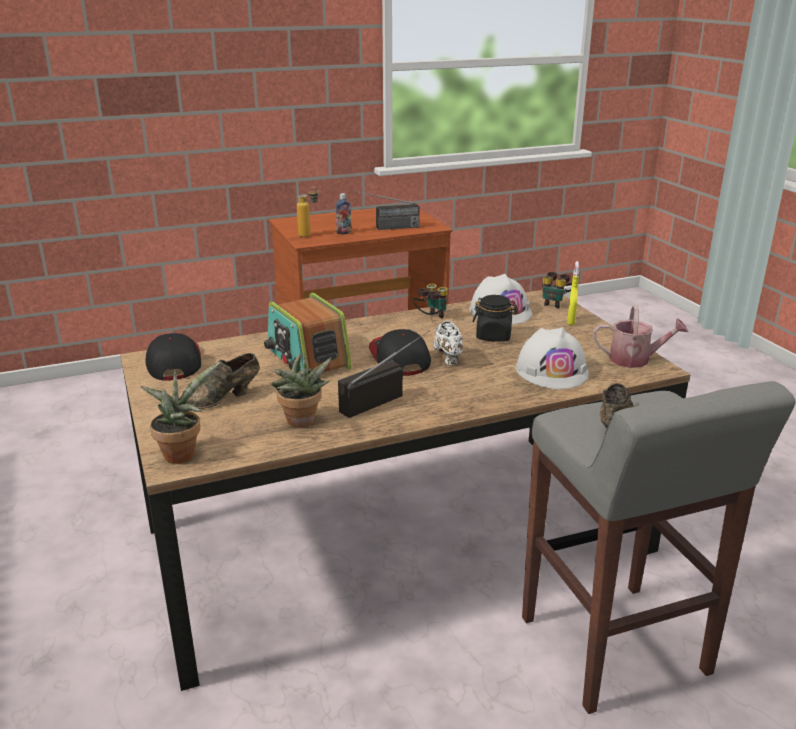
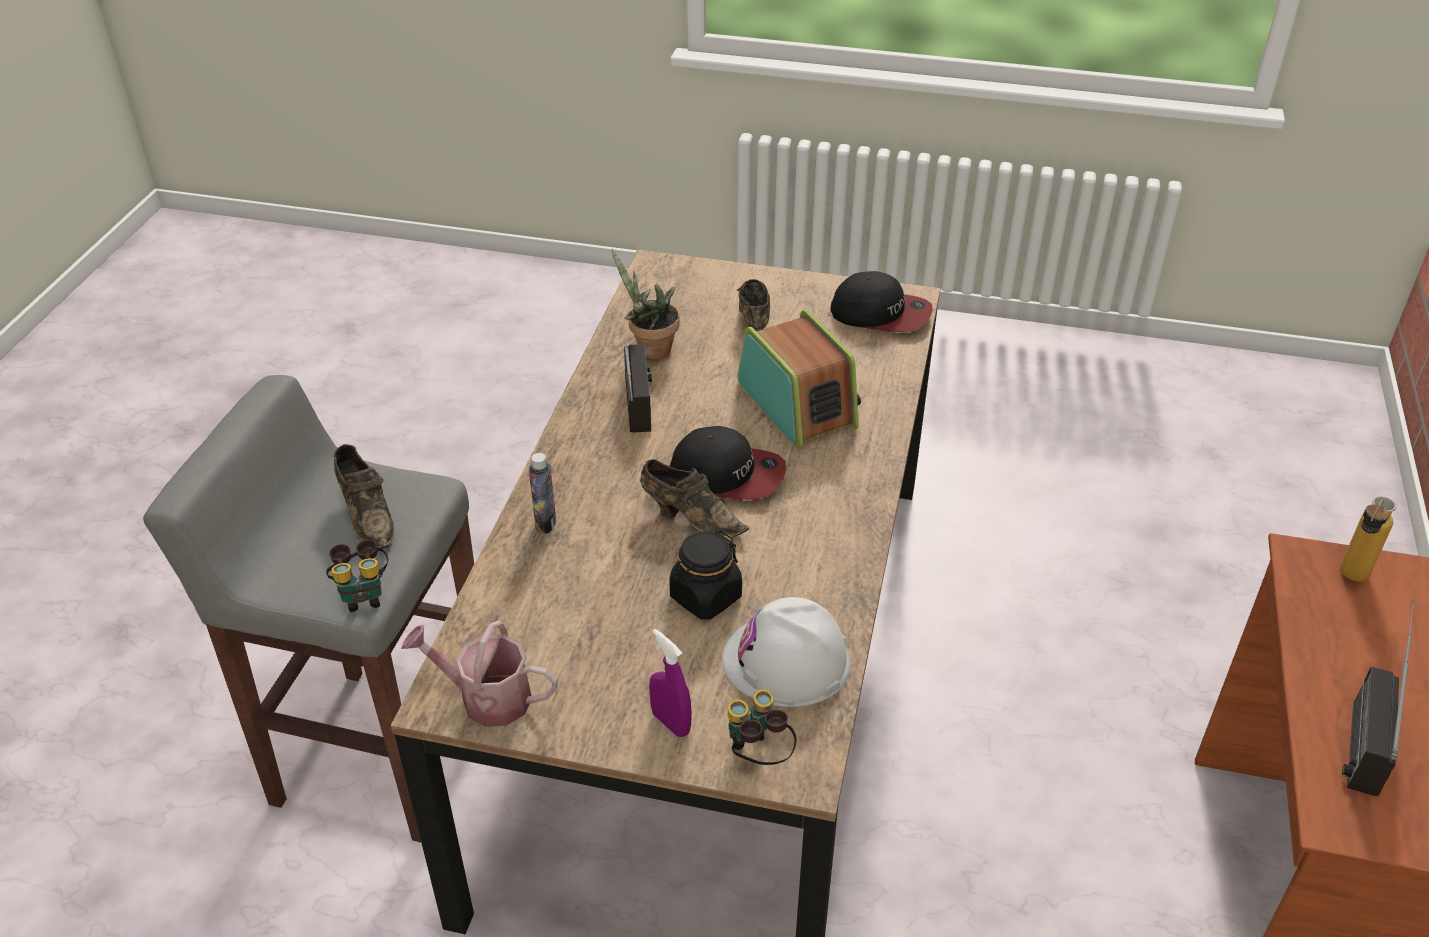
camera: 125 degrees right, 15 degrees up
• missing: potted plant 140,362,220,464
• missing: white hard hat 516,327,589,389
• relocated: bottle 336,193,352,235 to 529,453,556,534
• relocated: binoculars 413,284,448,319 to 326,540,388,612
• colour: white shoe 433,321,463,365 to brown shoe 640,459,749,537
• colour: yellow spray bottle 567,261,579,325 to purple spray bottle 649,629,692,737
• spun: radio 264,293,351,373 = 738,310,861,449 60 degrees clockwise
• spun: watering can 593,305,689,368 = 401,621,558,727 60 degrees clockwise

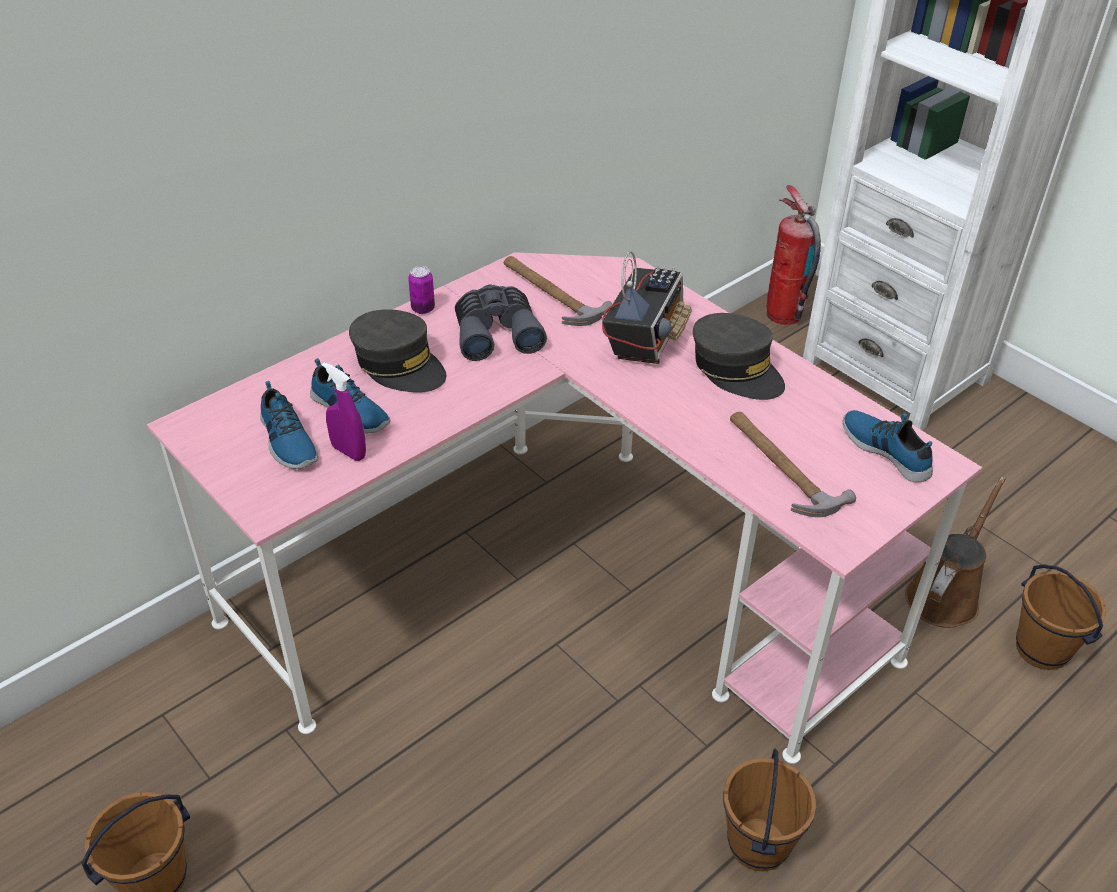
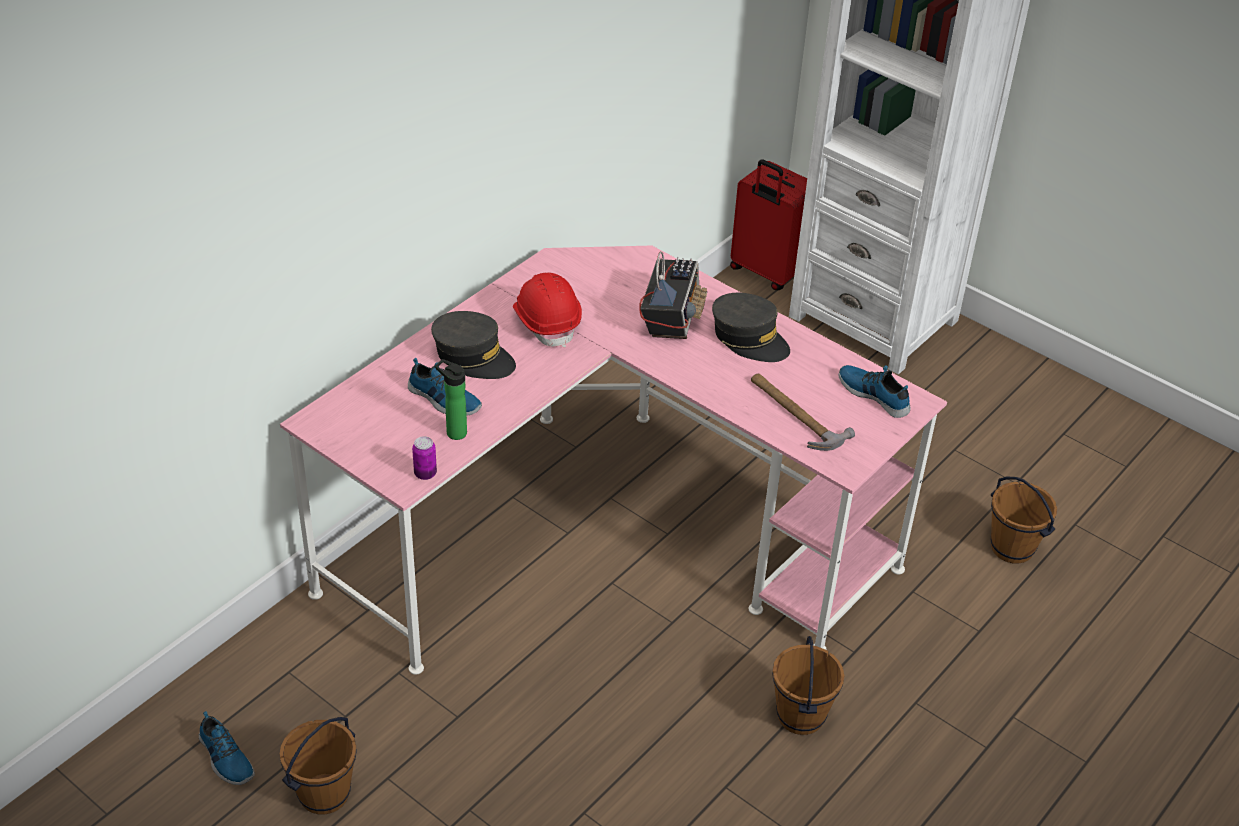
camera: 10 degrees left, 0 degrees up
• missing: hammer 504,256,612,326
• missing: brown watering can 905,477,1006,628
• relocated: shoe 260,381,319,469 to 199,711,255,785
• relocated: can 408,266,435,314 to 412,436,437,480
• exchanged: purple spray bottle 322,362,366,461 to bottle 435,359,467,440
• exchanged: grey binoculars 455,285,547,361 to red hard hat 513,272,582,348
• exchanged: fire extinguisher 766,185,821,325 to red suitcase 730,159,807,290

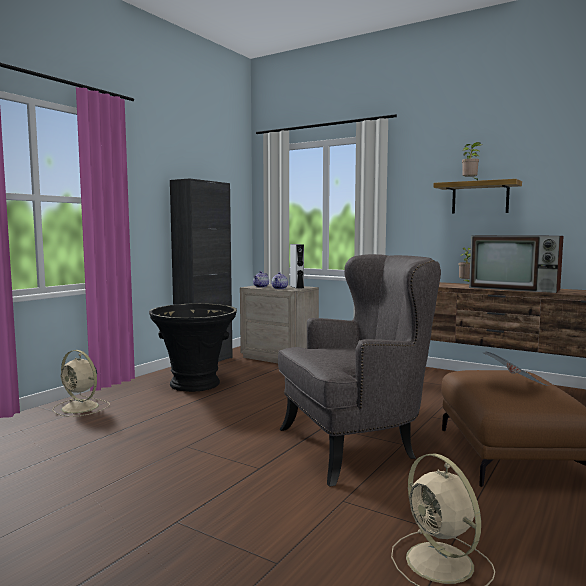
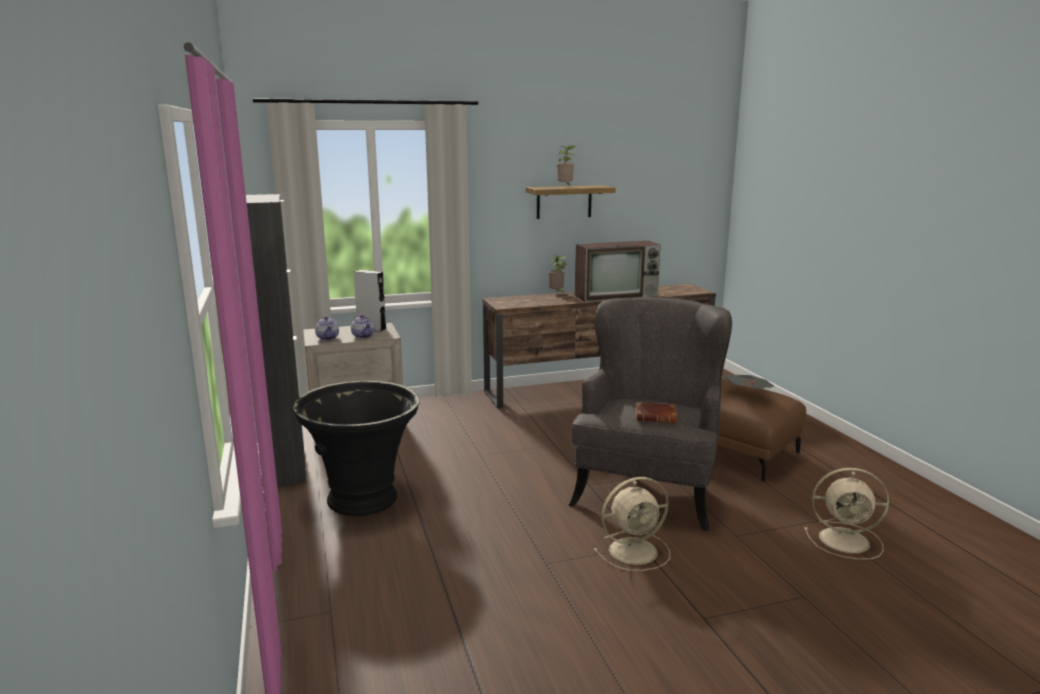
camera: 50 degrees left, 10 degrees up
• appeared: brown book 636,402,677,423
• relocated: beige fan 52,350,110,417 to 594,477,670,571

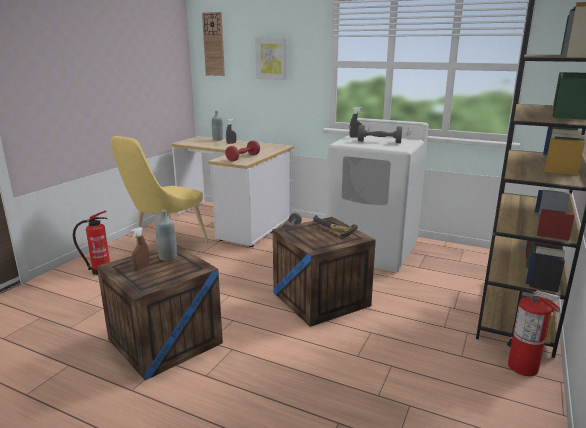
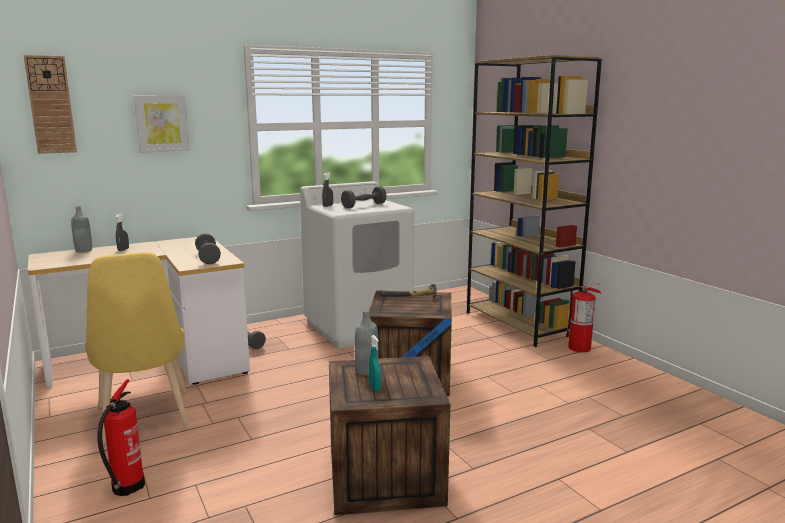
camera: 55 degrees left, 5 degrees down
• colour: brown spray bottle 131,227,150,270 to turquoise spray bottle 369,335,381,391
• colour: red dumbbell 225,141,260,162 to grey dumbbell 195,233,221,264

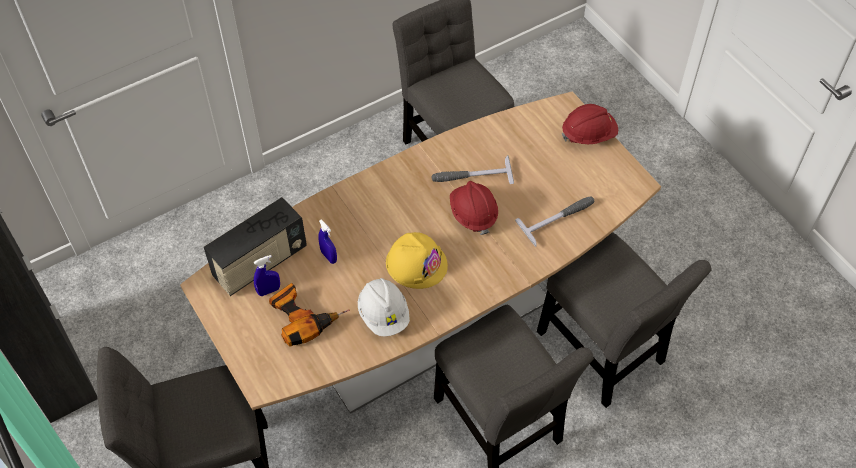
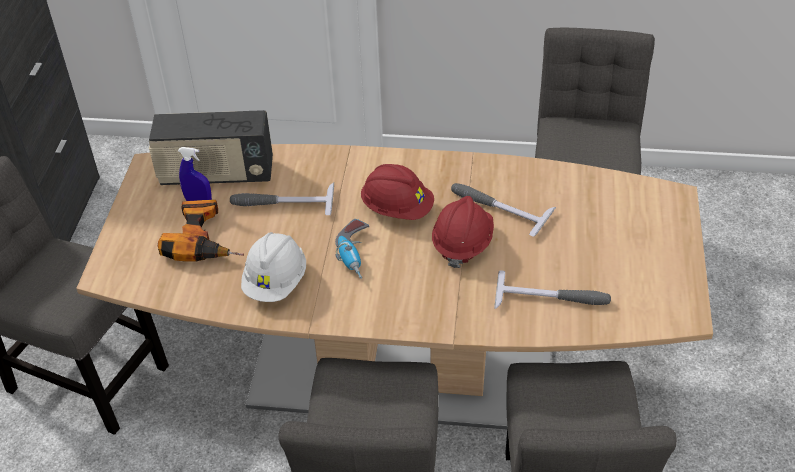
camera: 40 degrees right, 10 degrees down
• relocated: red hard hat 562,104,618,144 to 361,164,434,220
• exchanged: blue spray bottle 318,219,337,264 to hammer 230,183,334,215
• exchanged: yellow hard hat 386,232,448,289 to power drill 335,219,369,279

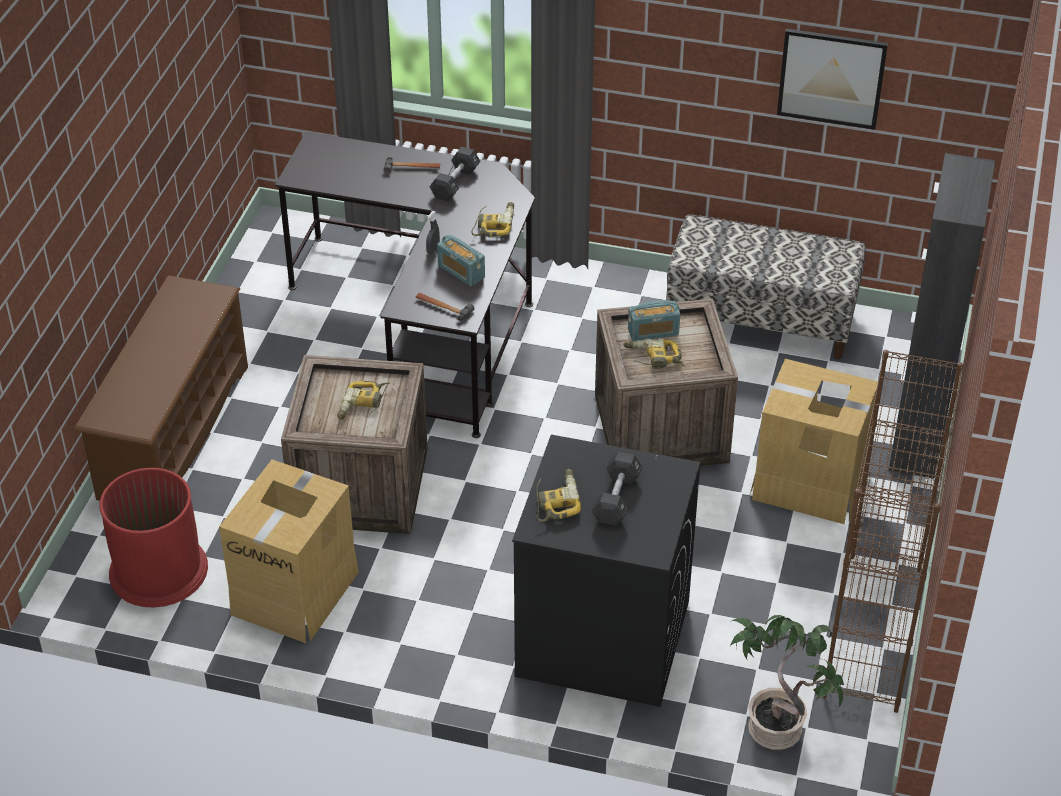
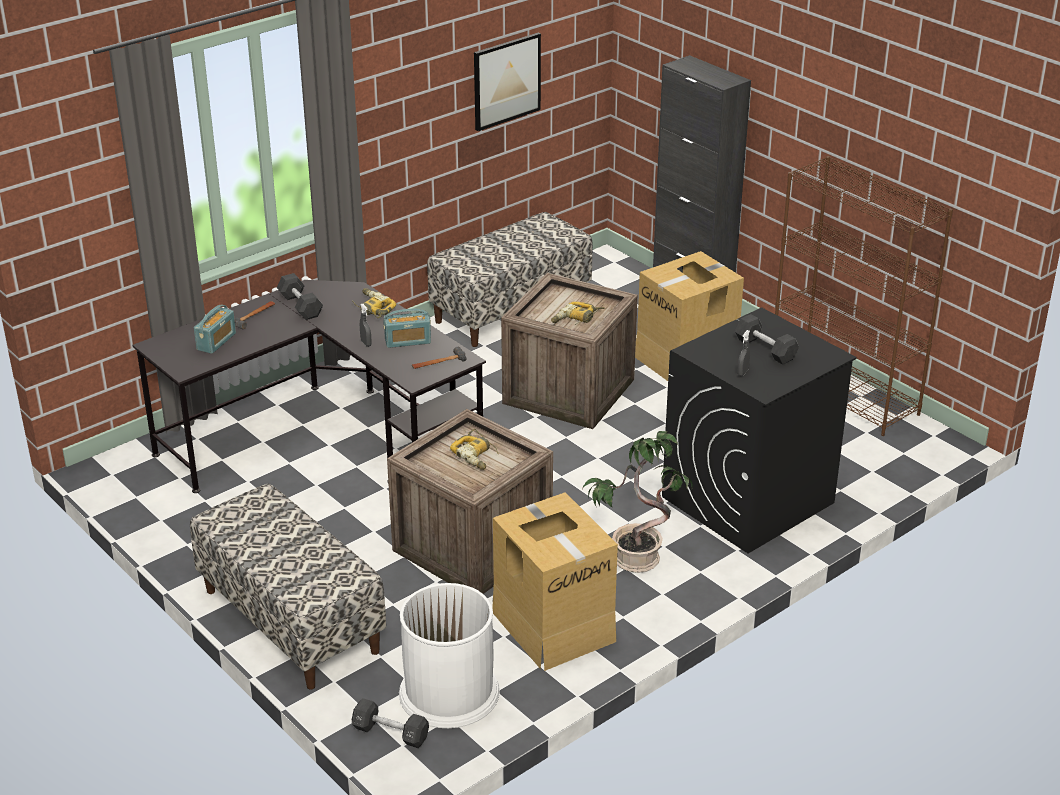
camera: 55 degrees left, 10 degrees down
• appeared: black dumbbell 352,698,429,748
• relocated: radio 628,300,680,341 to 194,305,236,354
• relocated: potted plant 730,615,844,750 to 582,431,693,573
• exchanged: brown shoe rack 74,275,248,501 to bench 190,483,386,690
• exchanged: power drill 536,469,581,522 to grey spray bottle 737,330,750,376
• colour: red trash can 99,468,208,607 to white trash can 399,583,500,728

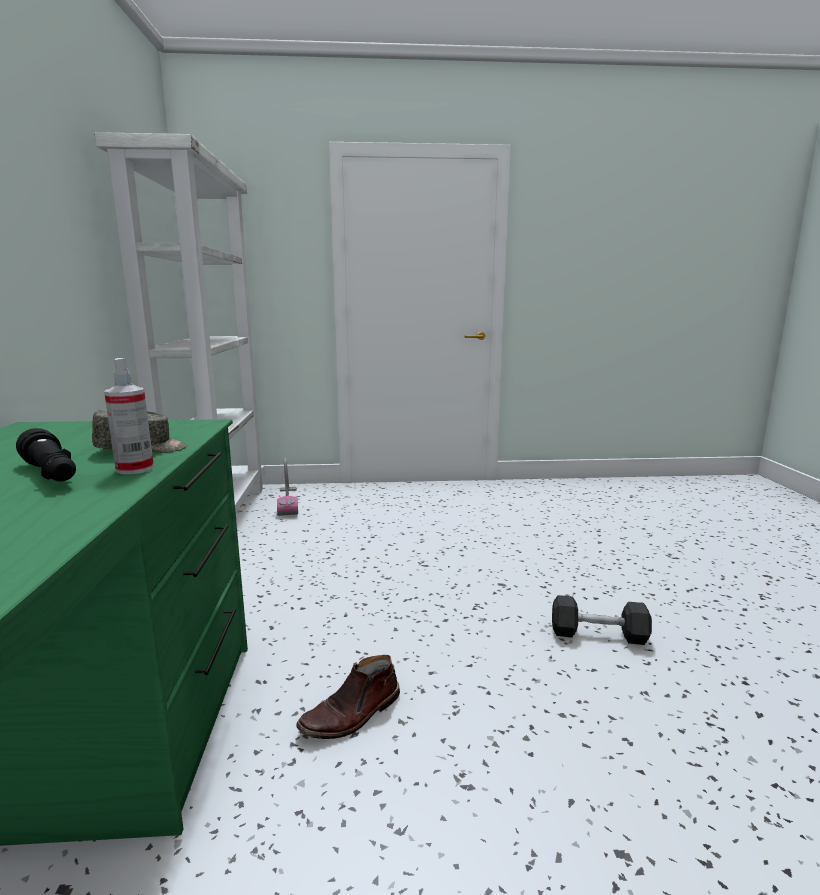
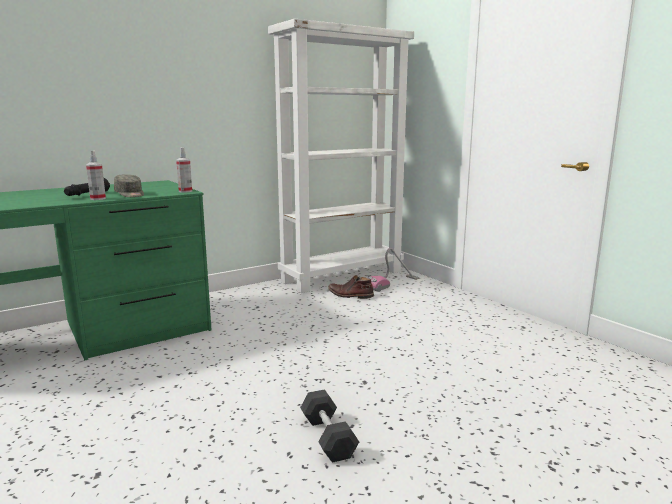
camera: 60 degrees right, 0 degrees up
• appeared: spray bottle 176,147,192,193
• relocated: brown boot 296,655,400,739 to 328,275,374,299

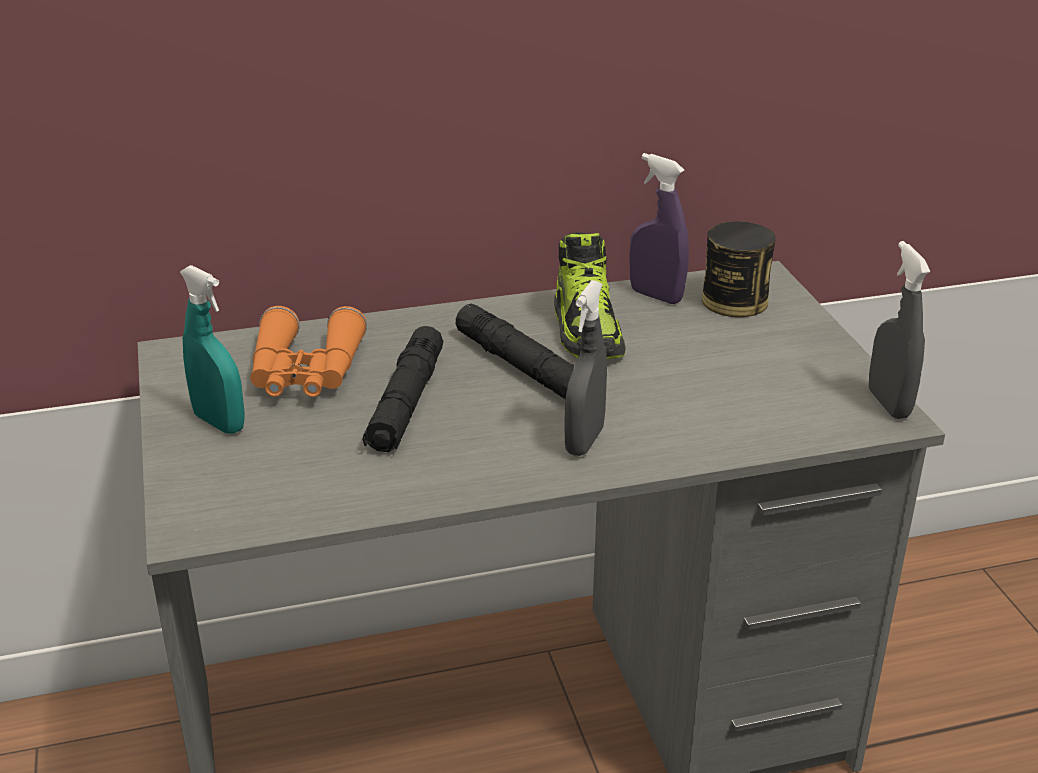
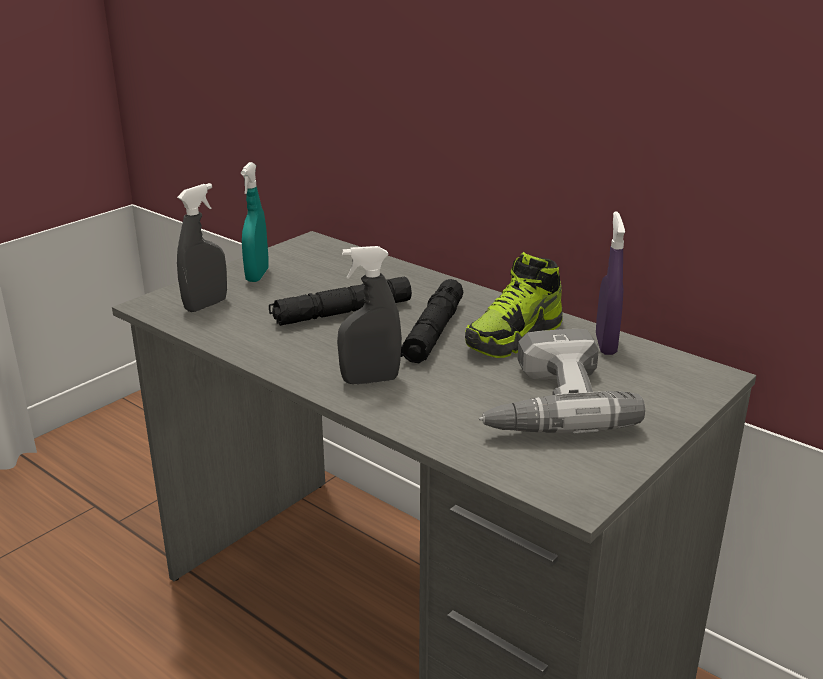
camera: 55 degrees right, 5 degrees down
• missing: orange binoculars 250,306,367,397
• missing: can 702,221,776,317
• appeared: power drill 479,329,645,434
• relocated: grey spray bottle 869,241,930,419 to 177,183,227,312

